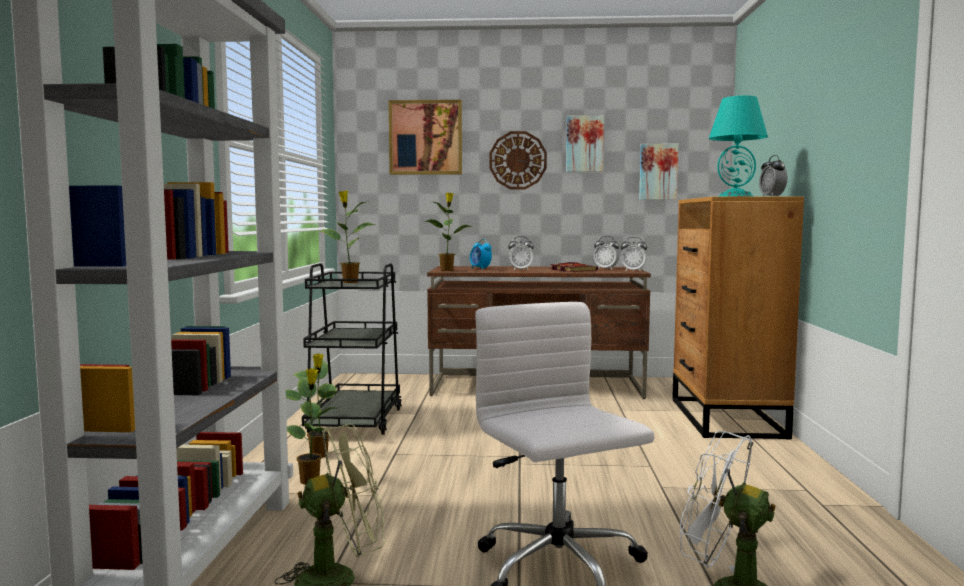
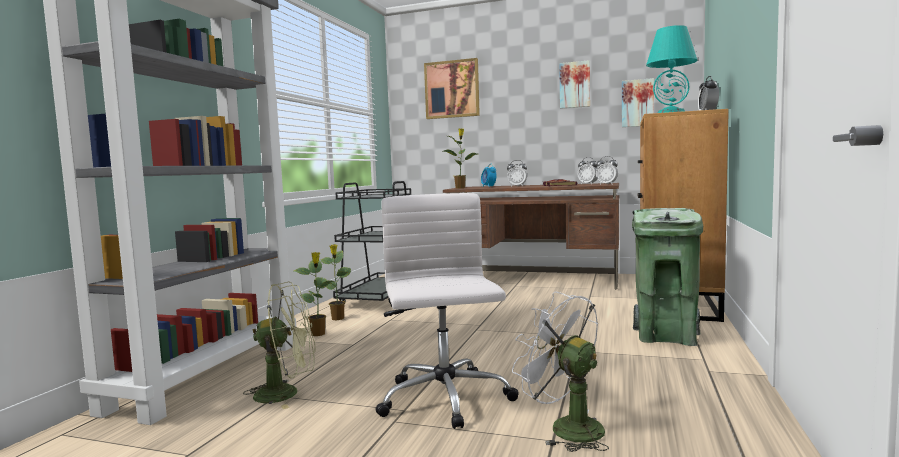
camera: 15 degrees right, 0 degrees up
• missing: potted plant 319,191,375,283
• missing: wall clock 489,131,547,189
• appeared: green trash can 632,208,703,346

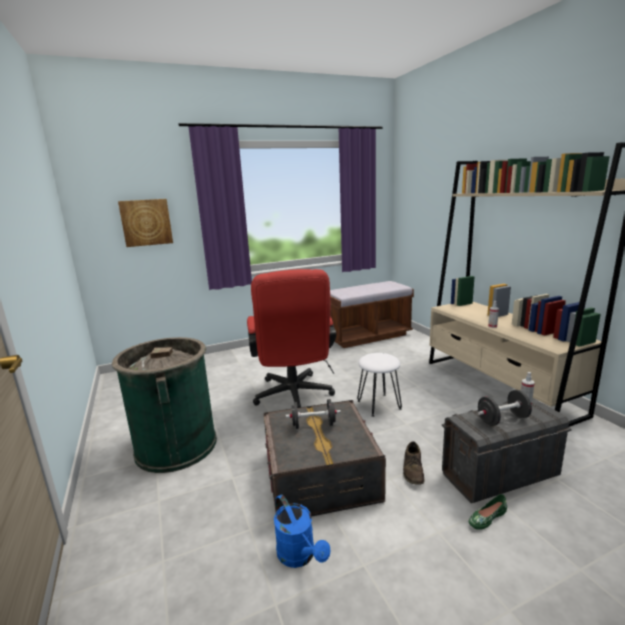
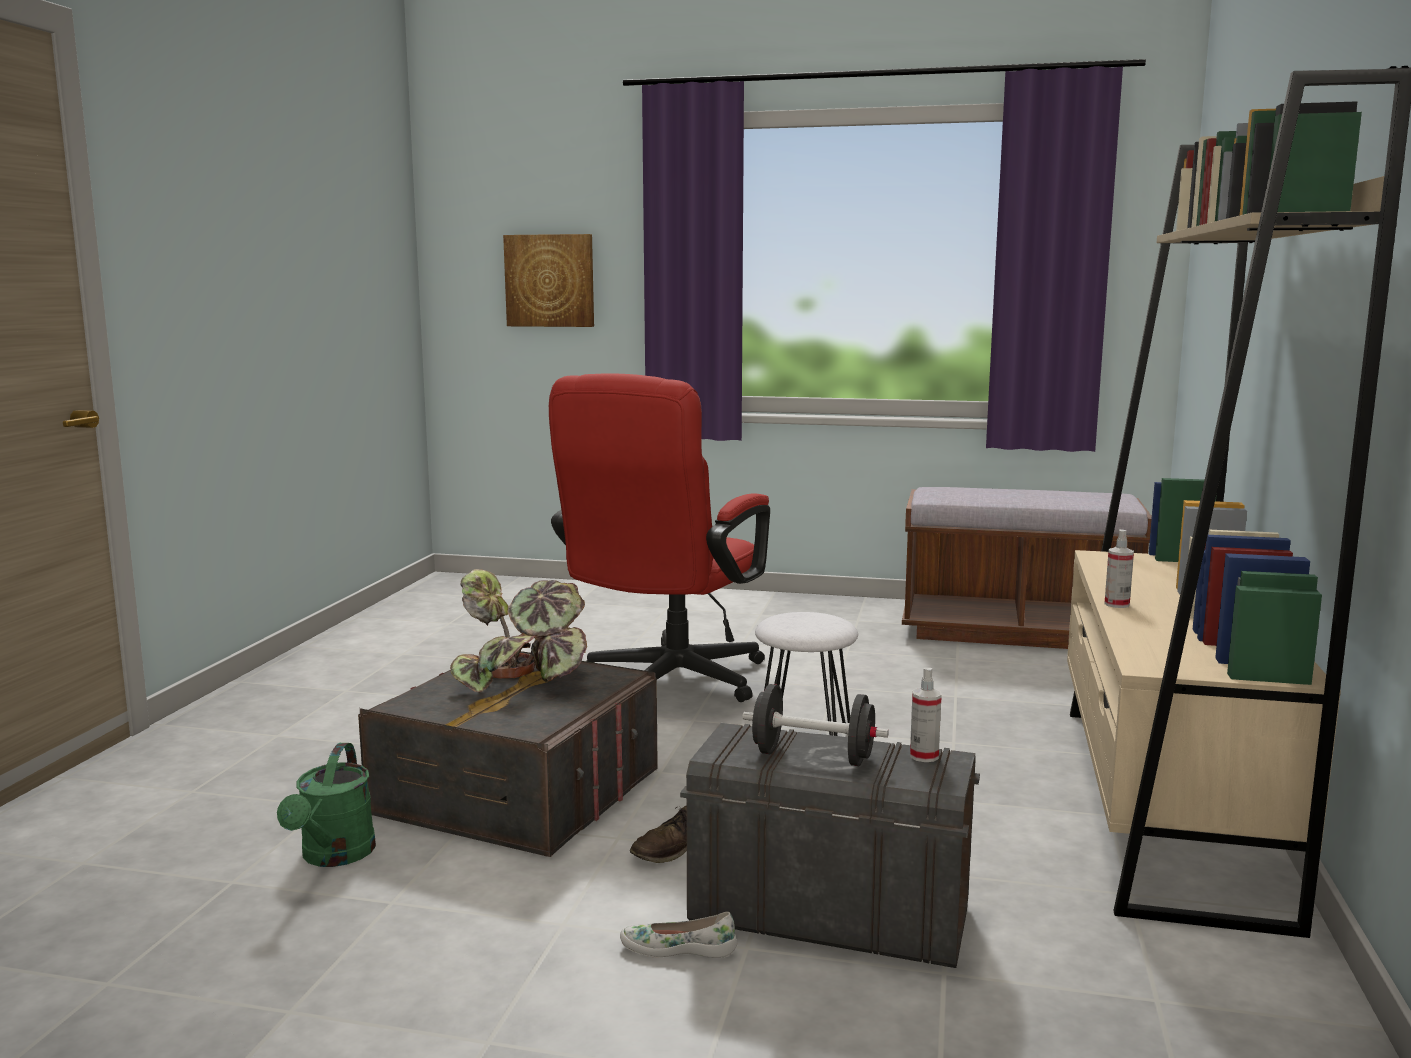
camera: 35 degrees right, 5 degrees down
• missing: green trash can 112,337,217,473
• exchanged: black dumbbell 286,399,341,429 to potted plant 450,569,587,693
• colour: blue watering can 274,495,330,568 to green watering can 277,743,376,867
• colour: green shoe 469,494,507,530 to white shoe 620,912,737,958

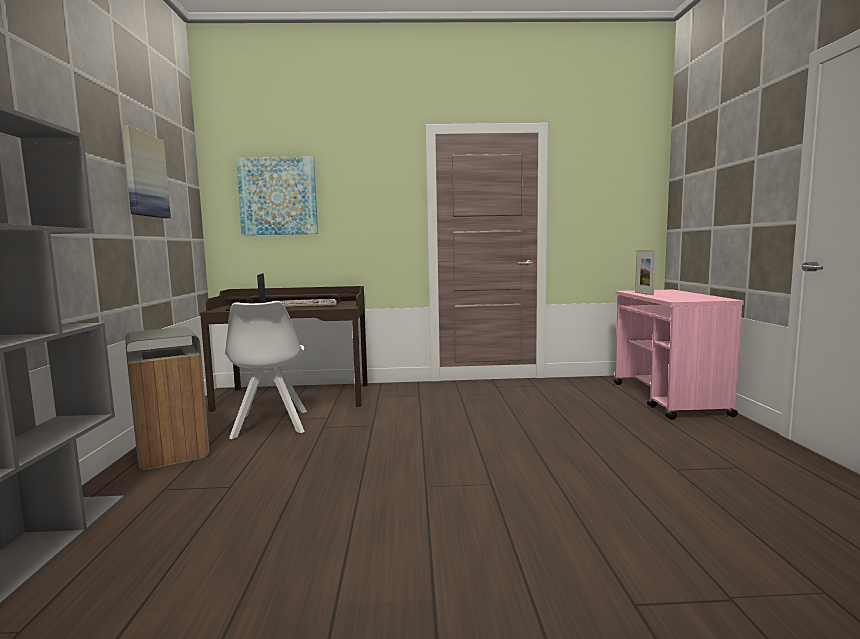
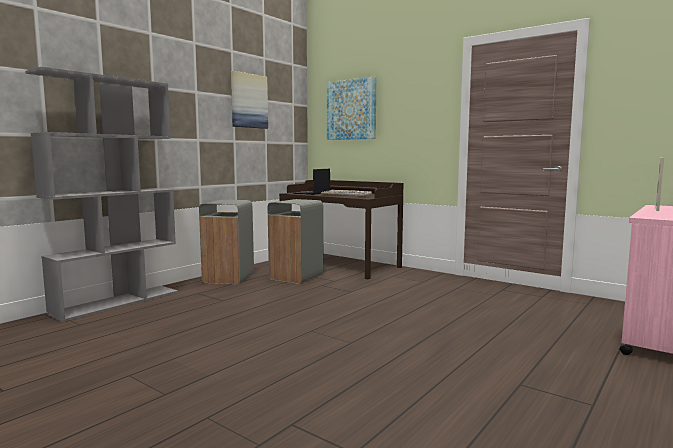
camera: 40 degrees right, 0 degrees up
• exchanged: white chair 225,301,307,439 to grey trash can 268,199,323,284

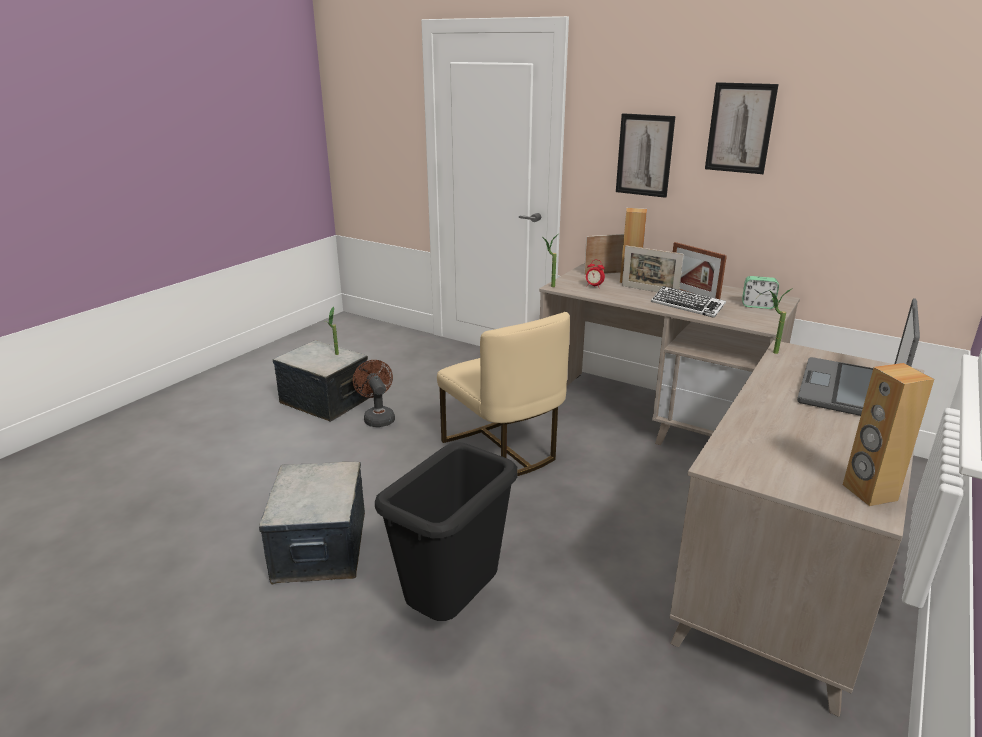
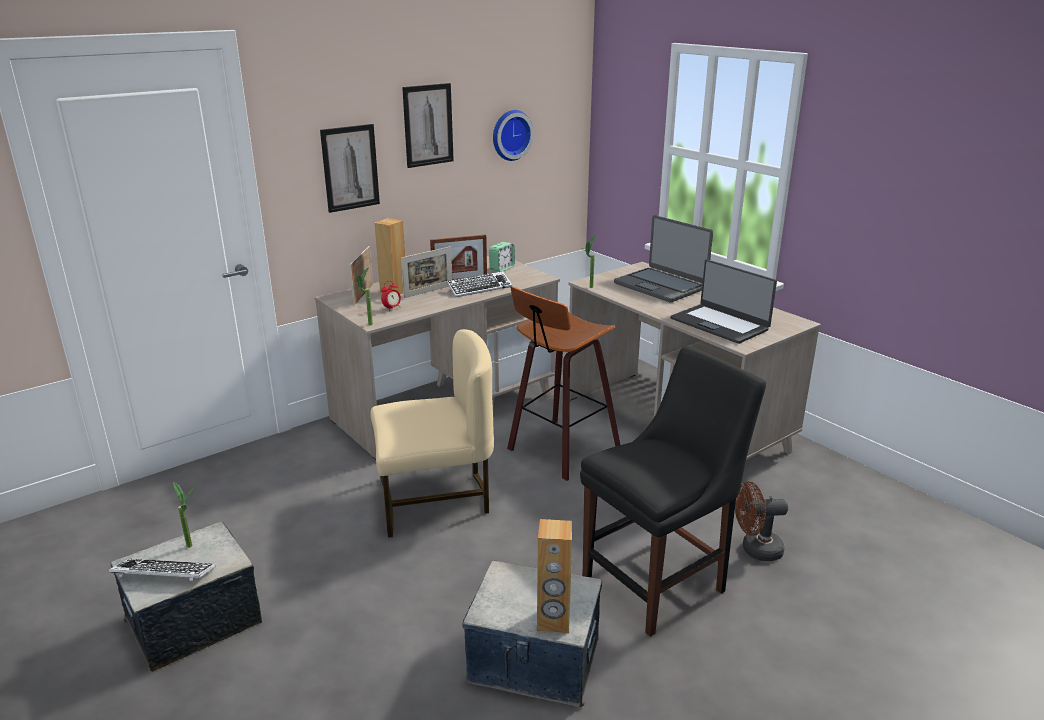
camera: 70 degrees left, 0 degrees up
• appeared: keyboard 109,559,215,581
• appeared: wall clock 493,110,534,161
• appeared: stool 507,287,620,481
• appeared: laptop 671,259,777,344
• relocated: brown fan 353,360,395,427 to 735,481,788,561
• relocated: brown speaker 843,363,934,506 to 537,519,572,633
• exchanged: black trash can 375,442,518,621 to black chair 580,346,766,637

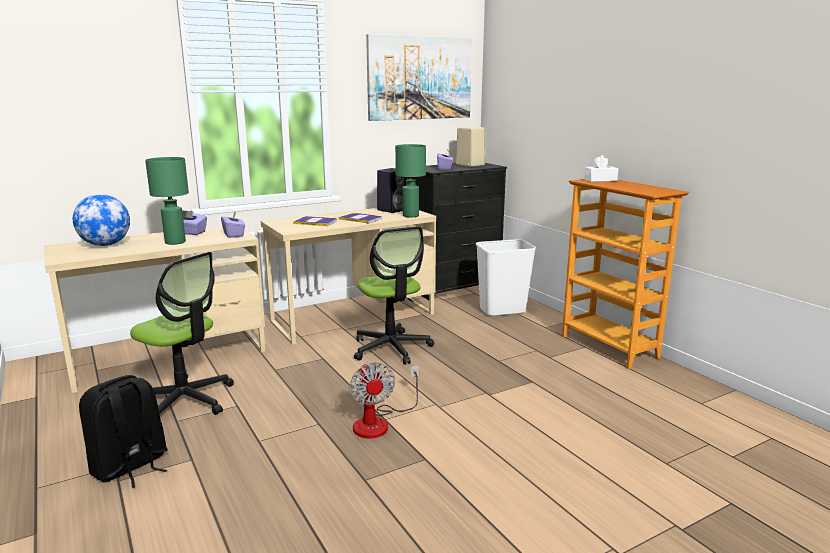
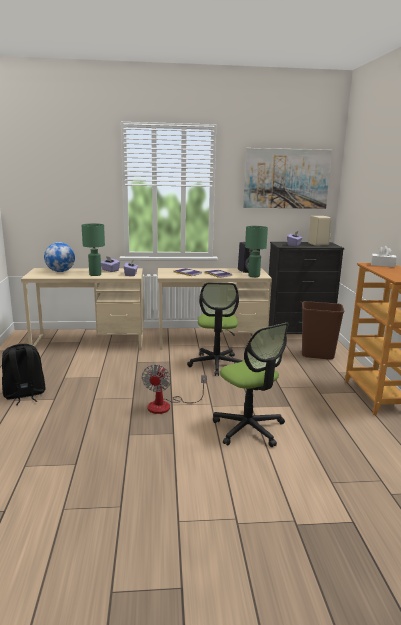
camera: 25 degrees right, 0 degrees up
• relocated: office chair 130,252,234,415 to 213,323,289,447
• colour: white trash can 476,239,536,316 to brown trash can 302,301,344,359

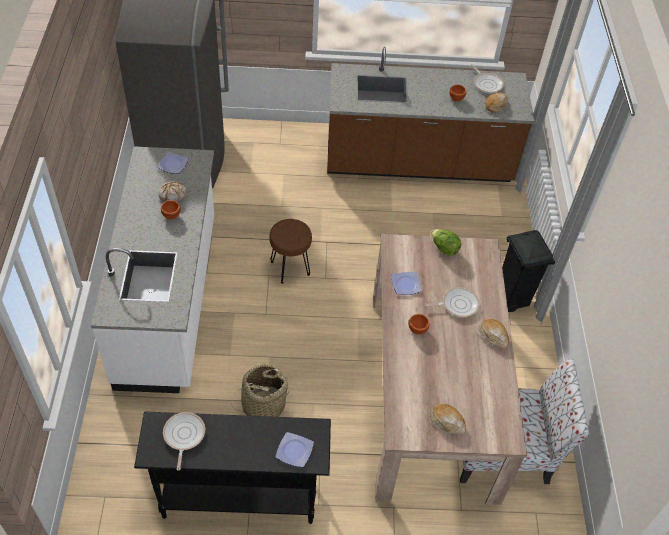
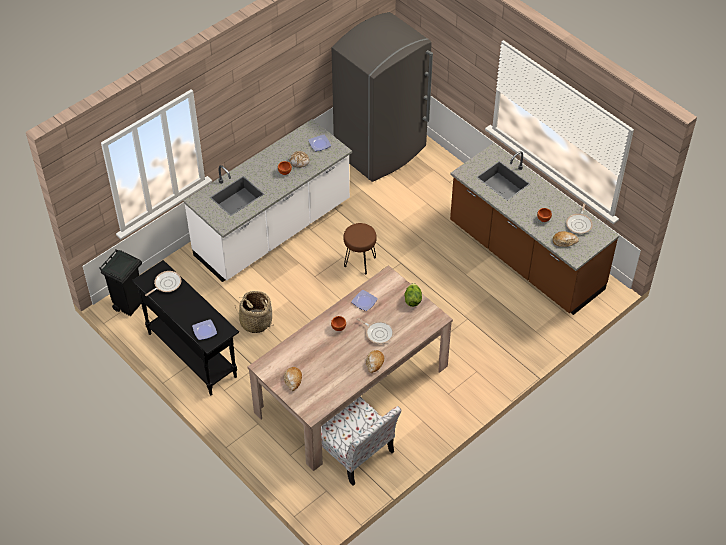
camera: 50 degrees right, 0 degrees up
• relocated: black trash can 502,230,555,312 to 99,249,142,316

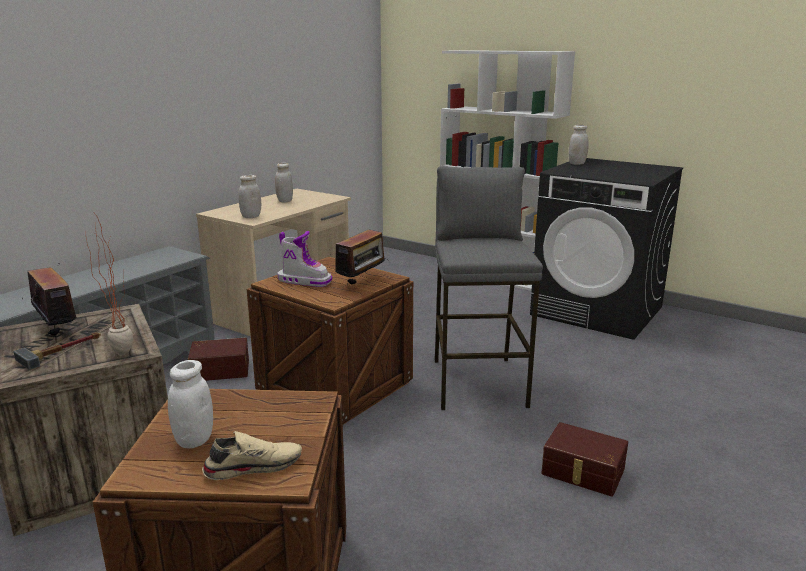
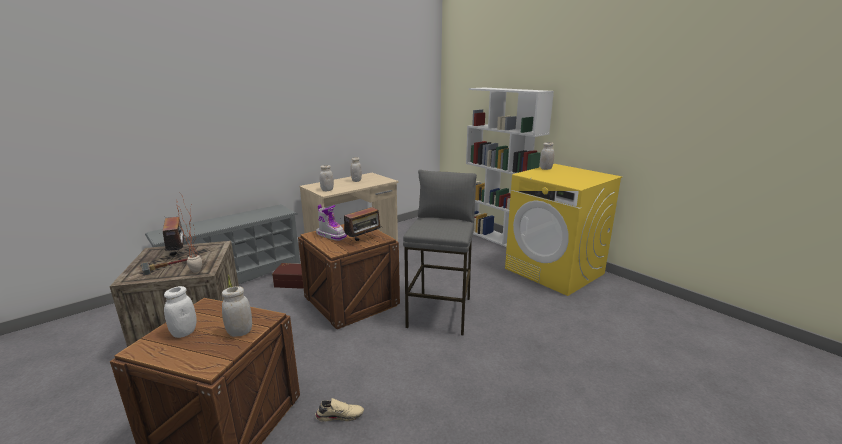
camera: 15 degrees right, 0 degrees up
• missing: brown storage box 541,422,628,496
• appeared: white jar 222,286,252,337
• relocated: beige shoe 202,431,302,480 to 315,398,364,422
• colour: black washing machine 530,158,683,340 to yellow washing machine 505,164,622,296

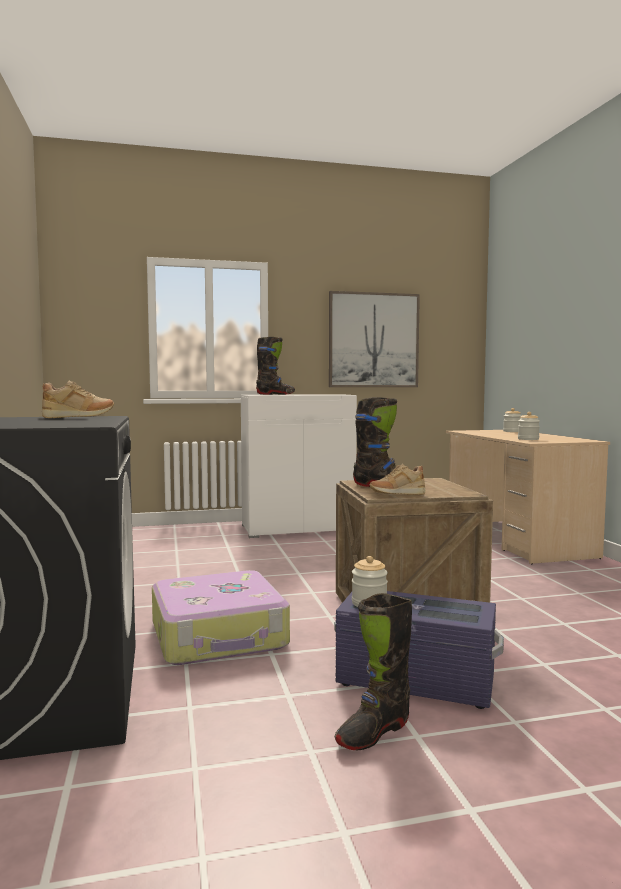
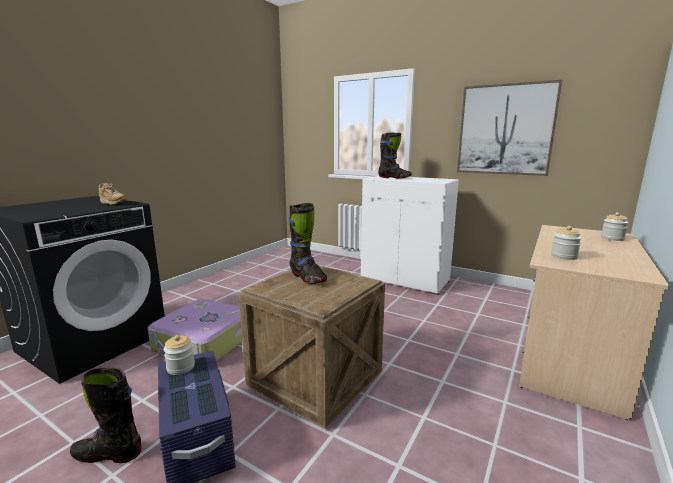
camera: 45 degrees right, 10 degrees up
• missing: beige shoe 370,464,425,495

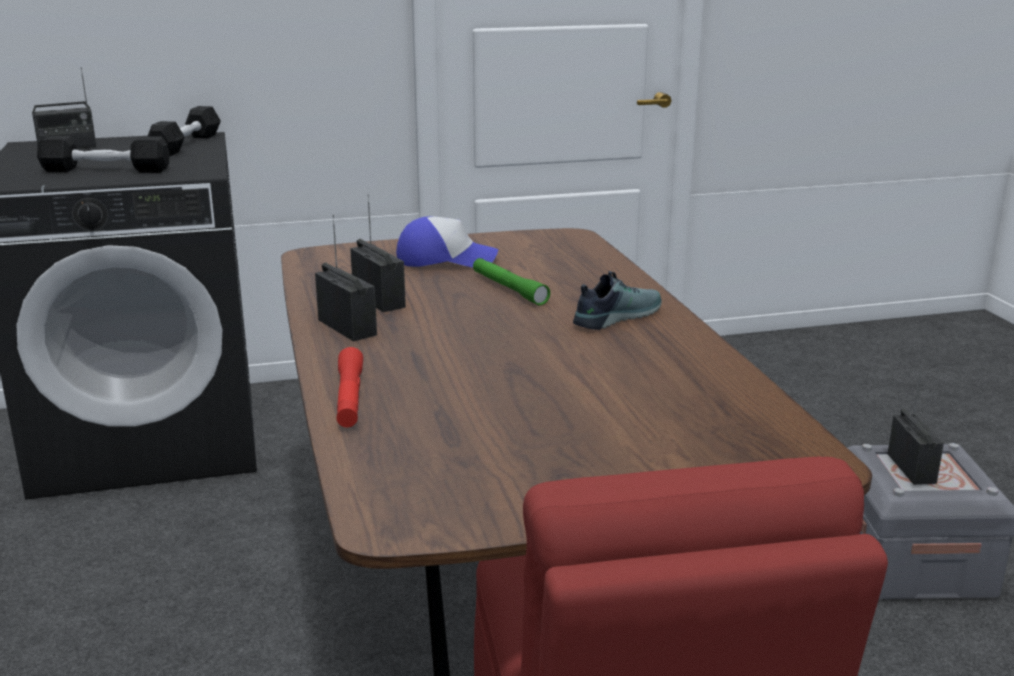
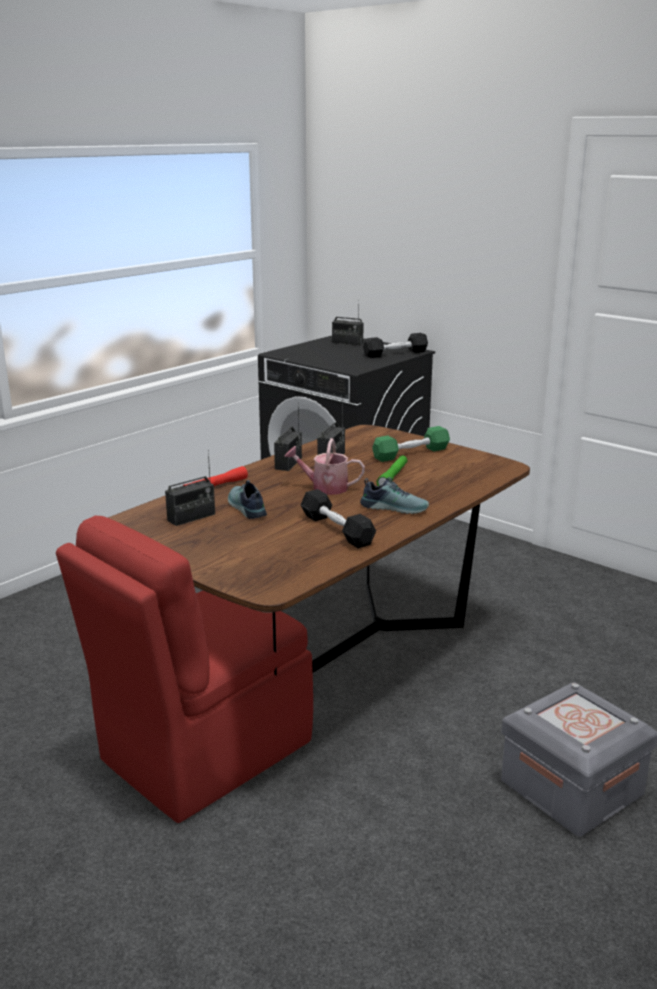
camera: 55 degrees right, 0 degrees up
• appeared: shoe 228,480,267,519
• appeared: watering can 284,438,365,495
• relocated: black dumbbell 37,136,170,173 to 301,489,376,548
• relocated: radio 888,371,944,485 to 165,450,215,526
• exchanged: cap 396,216,498,268 to green dumbbell 372,426,450,462

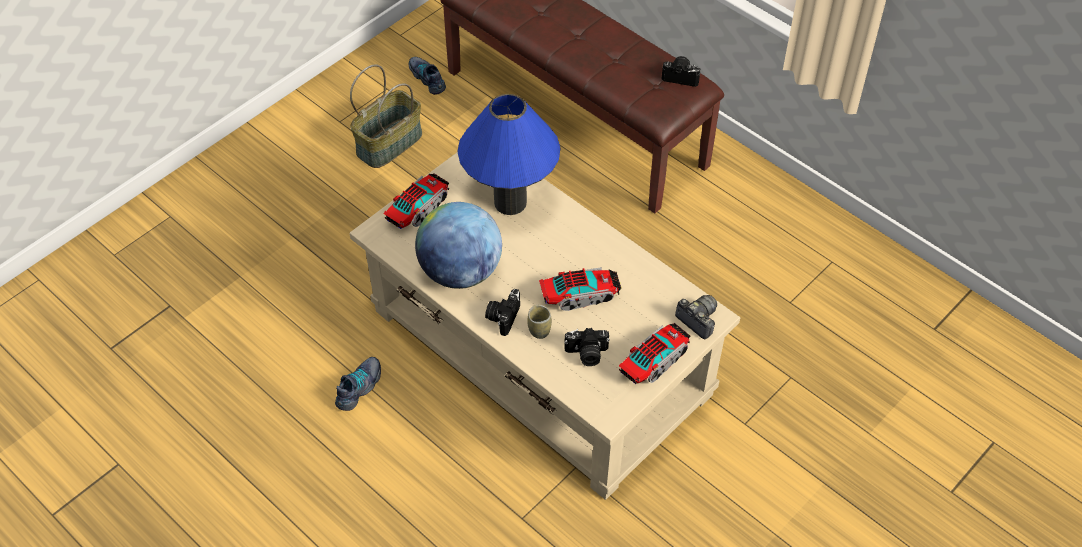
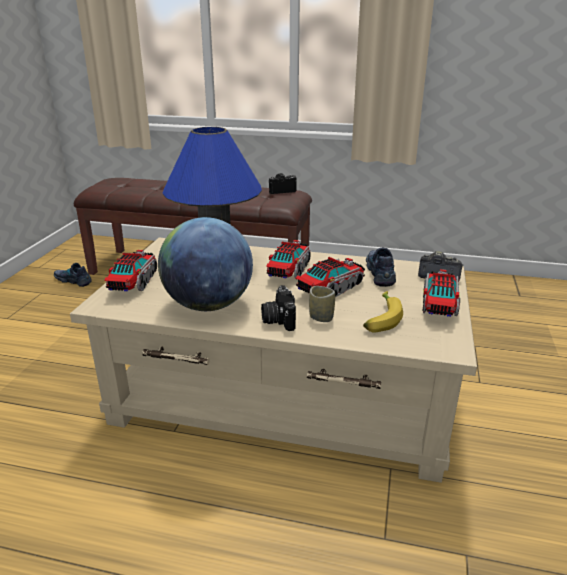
camera: 30 degrees left, 25 degrees down
• missing: basket 350,64,422,168
• appeared: toy truck 266,240,311,280
• relocated: shoe 335,357,381,411 to 366,248,396,287
• exchanged: photo camera 564,328,610,366 to banana 363,291,403,332

